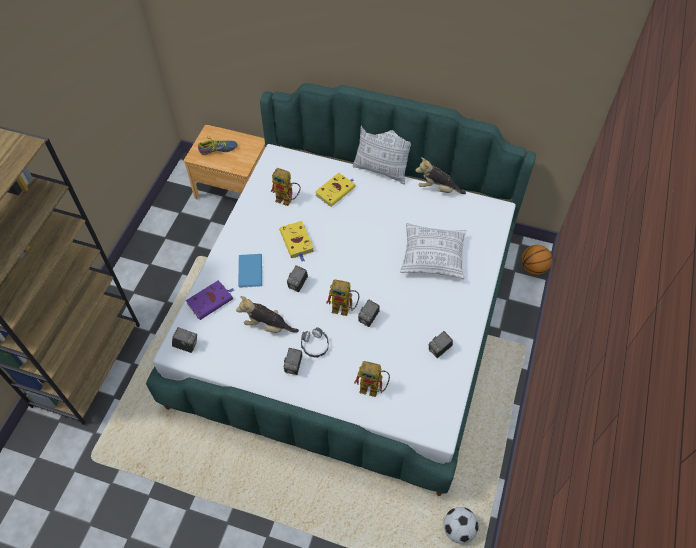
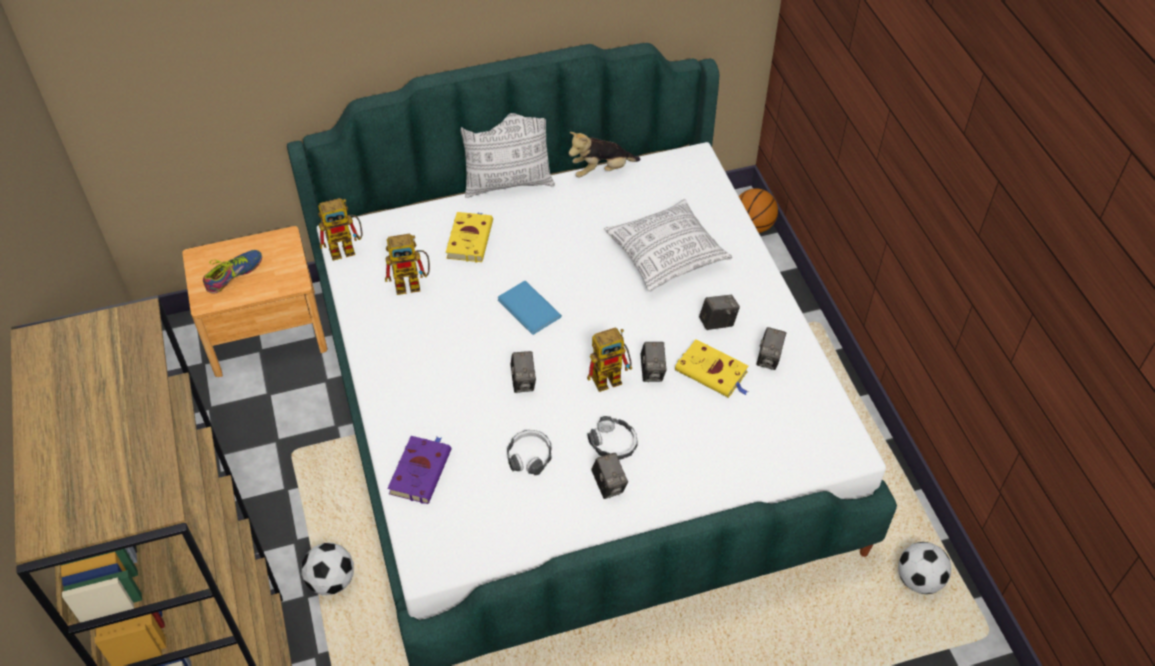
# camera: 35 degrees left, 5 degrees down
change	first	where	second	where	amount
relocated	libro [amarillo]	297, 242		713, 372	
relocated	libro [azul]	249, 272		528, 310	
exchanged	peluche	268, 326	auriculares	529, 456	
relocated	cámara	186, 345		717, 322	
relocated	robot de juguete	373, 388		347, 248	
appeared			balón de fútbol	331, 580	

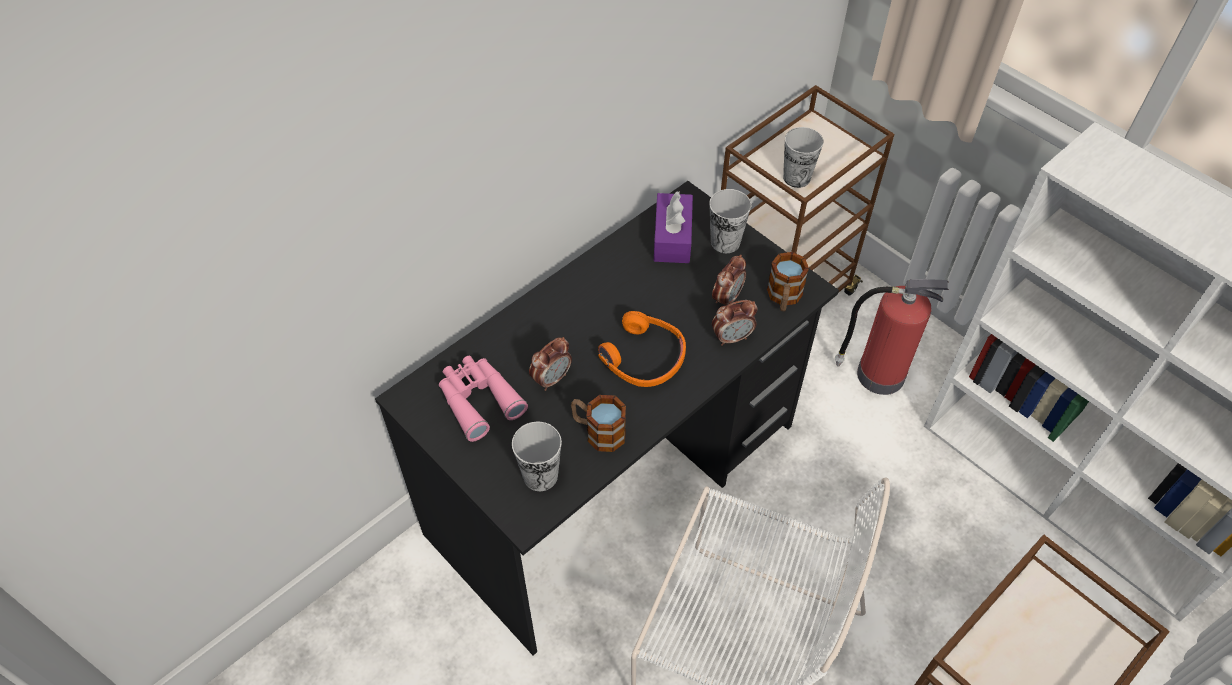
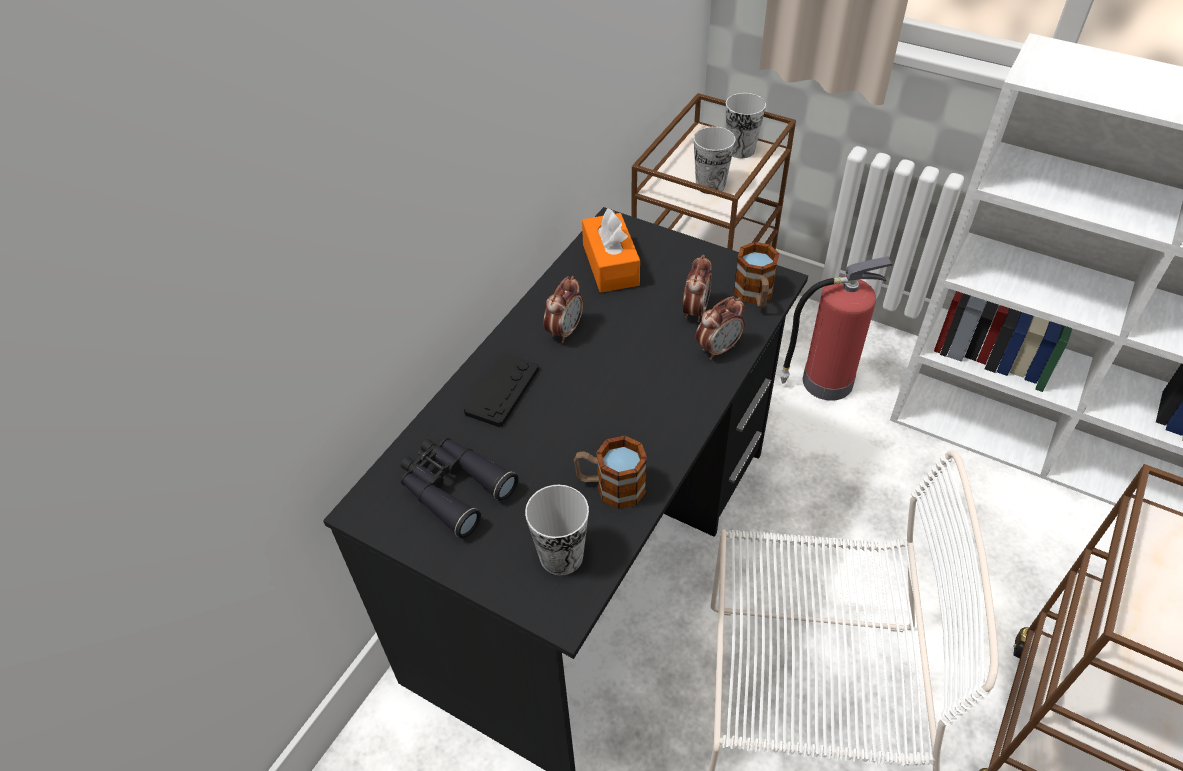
# camera: 15 degrees left, 5 degrees down
change	first	where	second	where	amount
relocated	taza	725, 242		740, 150	
colour	caja de pañuelos [morado]	672, 237	caja de pañuelos [naranja]	610, 264	
missing	auriculares [naranja]	643, 358			
relocated	despertador	552, 379		565, 331	
colour	prismáticos [rosa]	478, 400	prismáticos [negro]	454, 488	
appeared			mando de consola [negro]	502, 391	

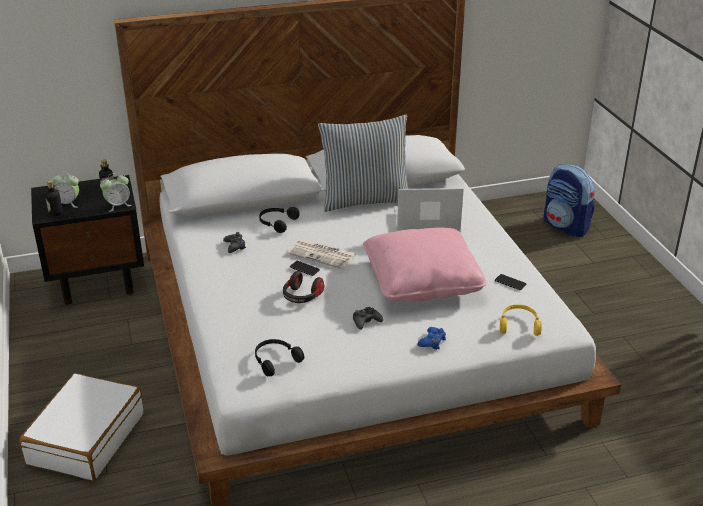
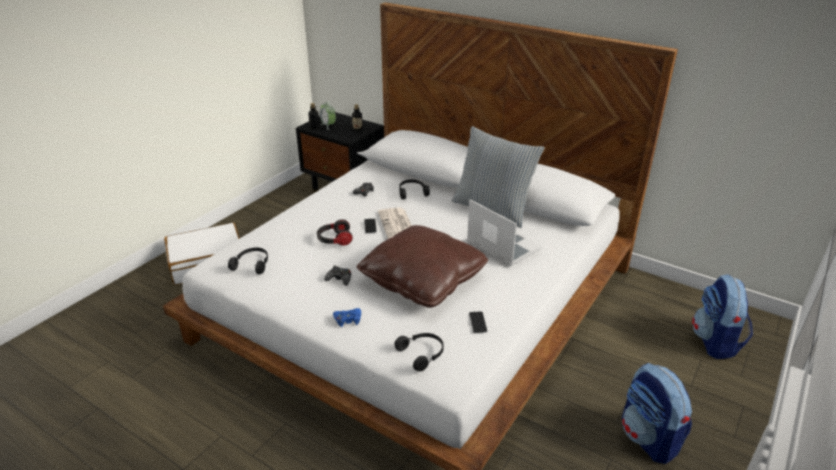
# camera: 50 degrees right, 0 degrees up
change	first	where	second	where	amount
missing	despertador	118, 205			
colour	cojín [rosa]	422, 281	cojín [marrón]	422, 280	
colour	auriculares [amarillo]	519, 324	auriculares [negro]	422, 354	
appeared			mochila	649, 438	

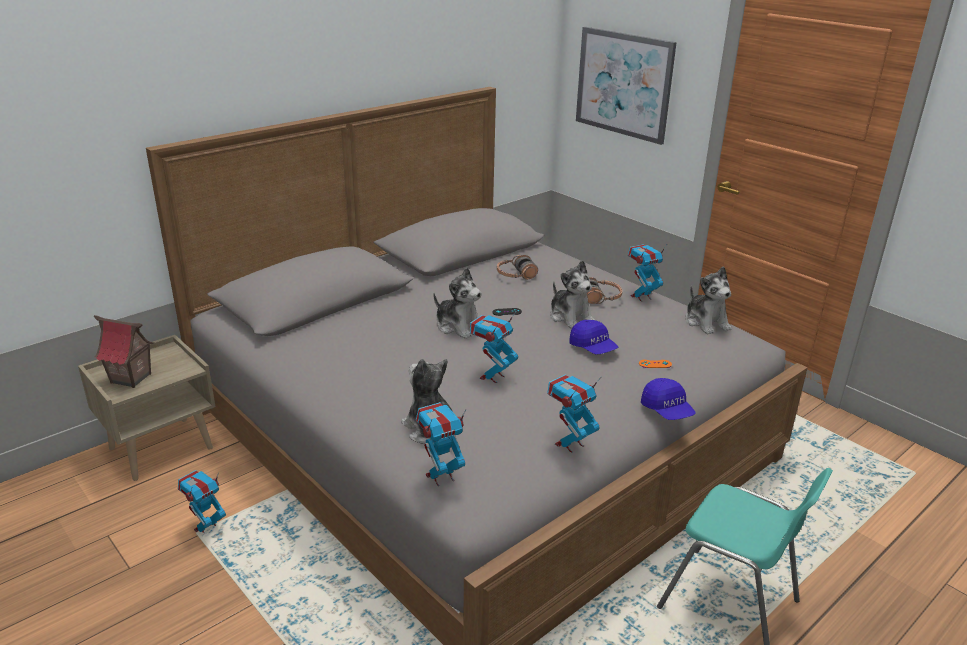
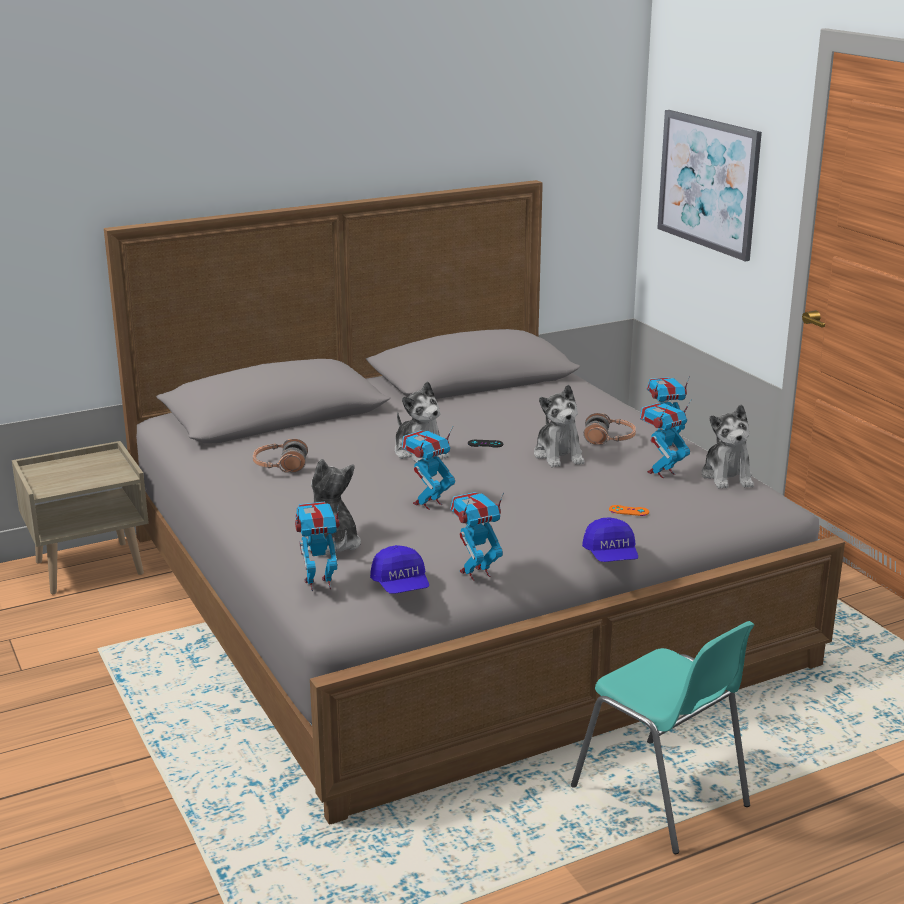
# camera: 15 degrees right, 5 degrees down
change	first	where	second	where	amount
relocated	auriculares	516, 275		280, 466	
missing	casita	130, 378			
relocated	gorra [azul]	593, 348		401, 586	
relocated	robot de juguete	207, 528		661, 472	

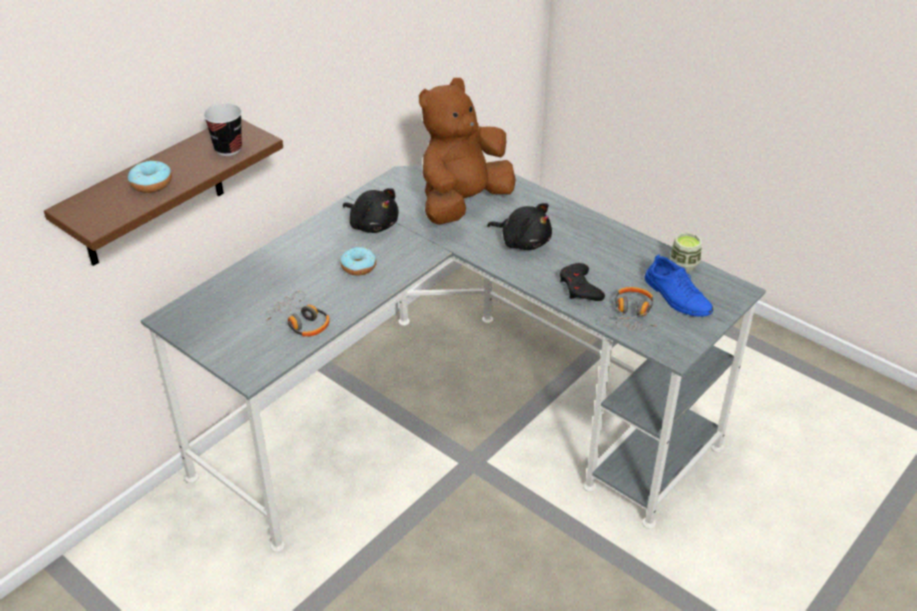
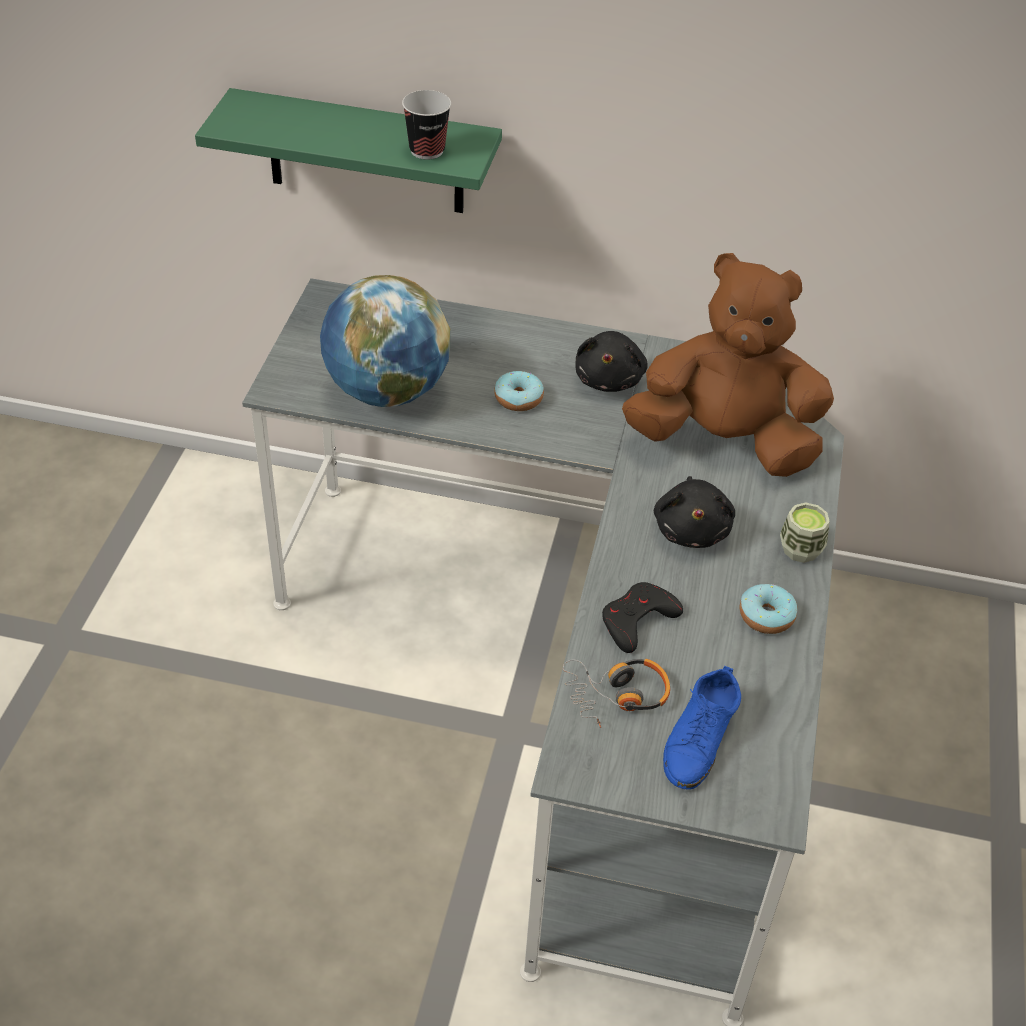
# camera: 60 degrees right, 5 degrees up
change	first	where	second	where	amount
colour	estante [marrón]	152, 194	estante [verde]	366, 153	
relocated	rosquilla	151, 184		766, 616	
relocated	taza	684, 264		800, 549	
exchanged	auriculares	300, 321	globo terráqueo	386, 391	

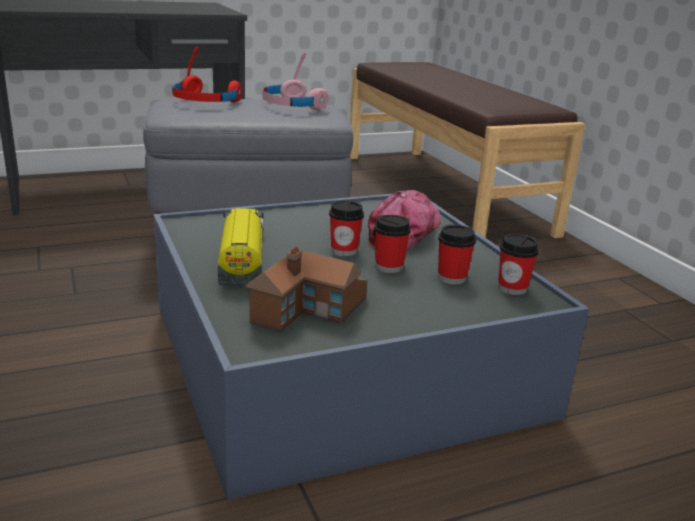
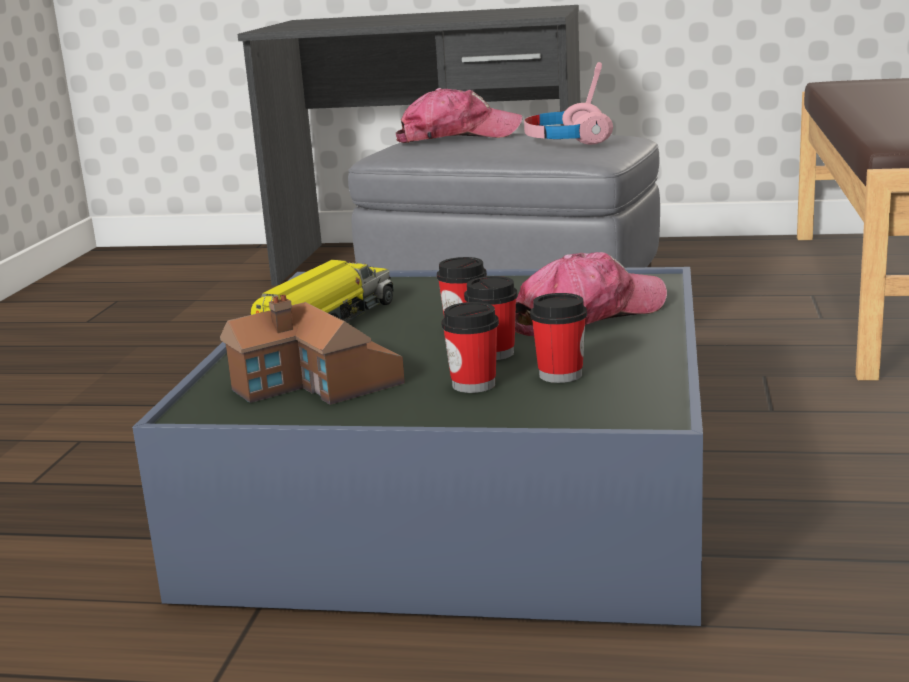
# camera: 35 degrees right, 5 degrees down
change	first	where	second	where	amount
exchanged	auriculares [rojo]	206, 101	gorra	457, 136	
relocated	taza	512, 288		473, 384	

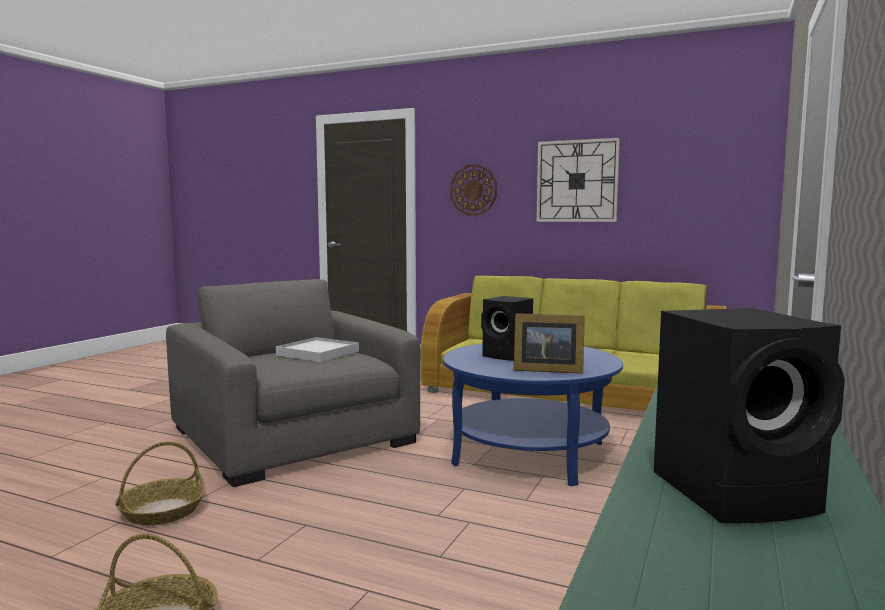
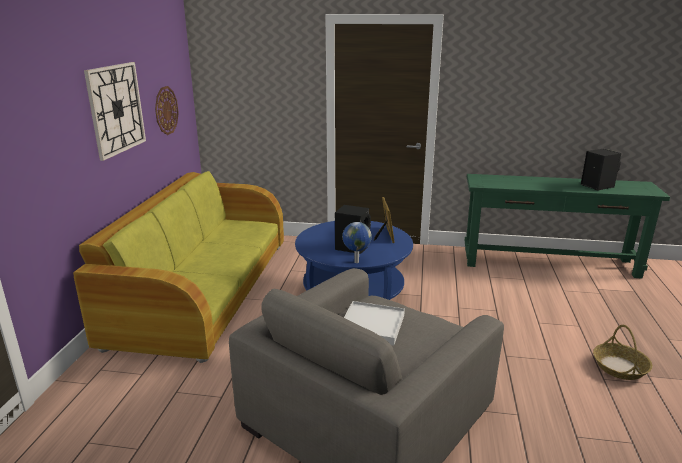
# camera: 105 degrees left, 15 degrees up
change	first	where	second	where	amount
relocated	reloj de pared	473, 190		166, 110	
missing	cesta	162, 511			
appeared			globo terráqueo	356, 262	

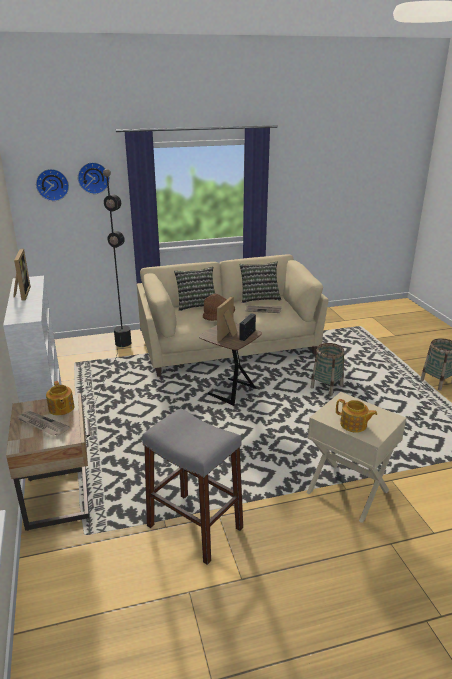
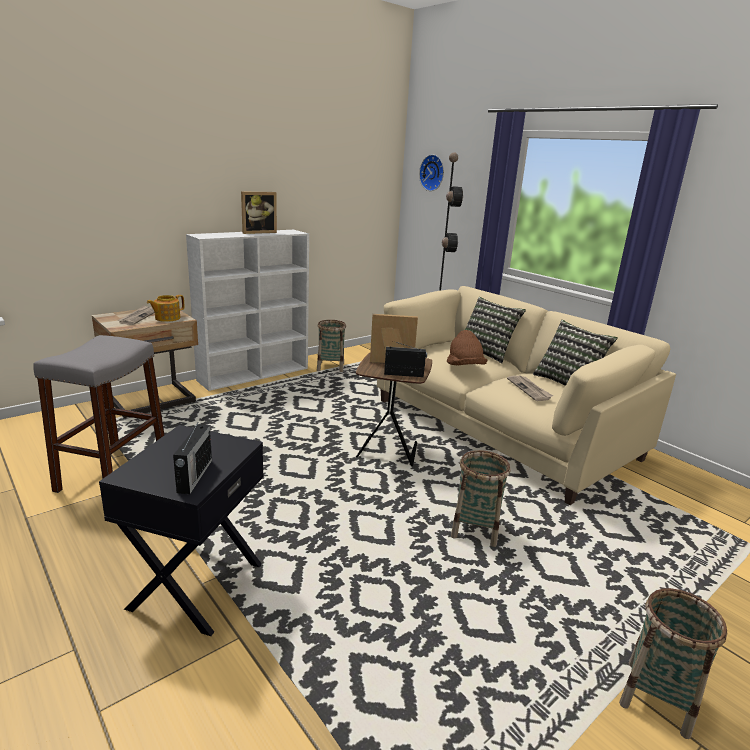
# camera: 65 degrees right, 5 degrees down
change	first	where	second	where	amount
missing	reloj de pared	93, 177			
colour	mesa auxiliar [beis]	347, 492	mesa auxiliar [negro]	195, 585	
missing	tetera	354, 425			
appeared			cesta	330, 367	
appeared			radio	194, 476	

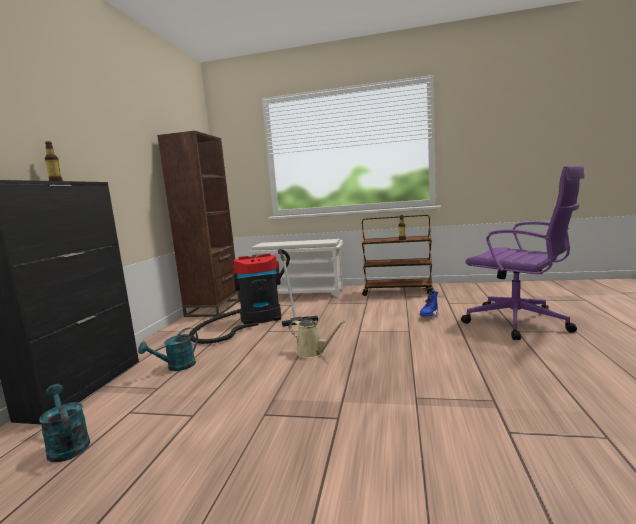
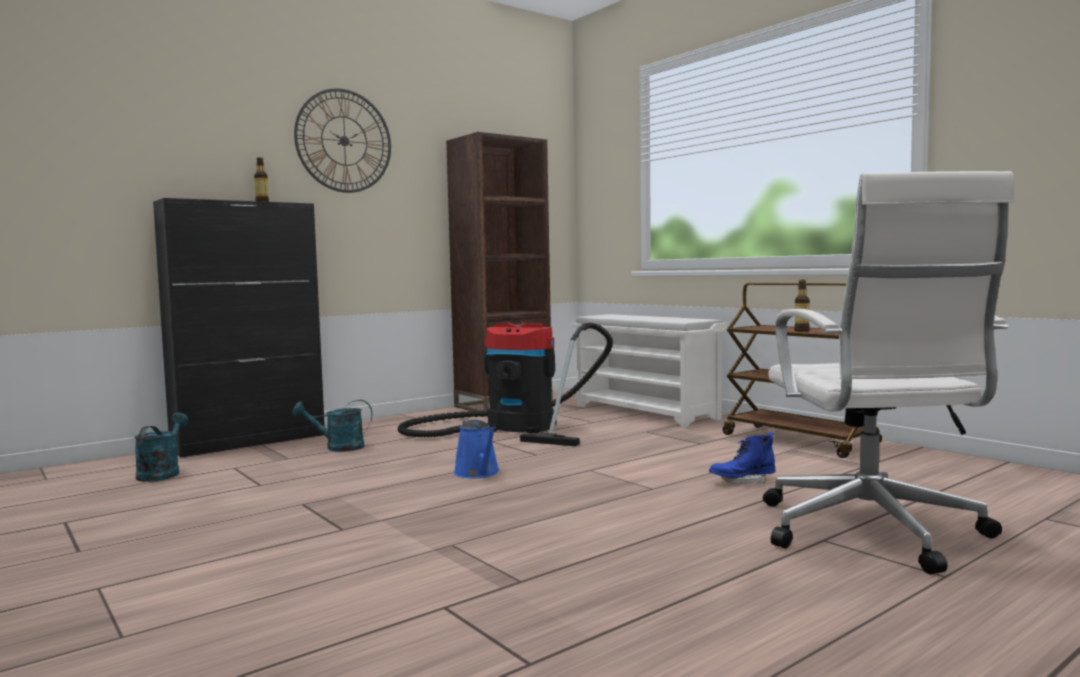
# camera: 40 degrees right, 5 degrees down
change	first	where	second	where	amount
colour	silla de oficina [morado]	519, 323	silla de oficina [blanco]	871, 533	
colour	regadera [beis]	313, 352	regadera [azul]	478, 473	
appeared			reloj de pared	344, 141	

